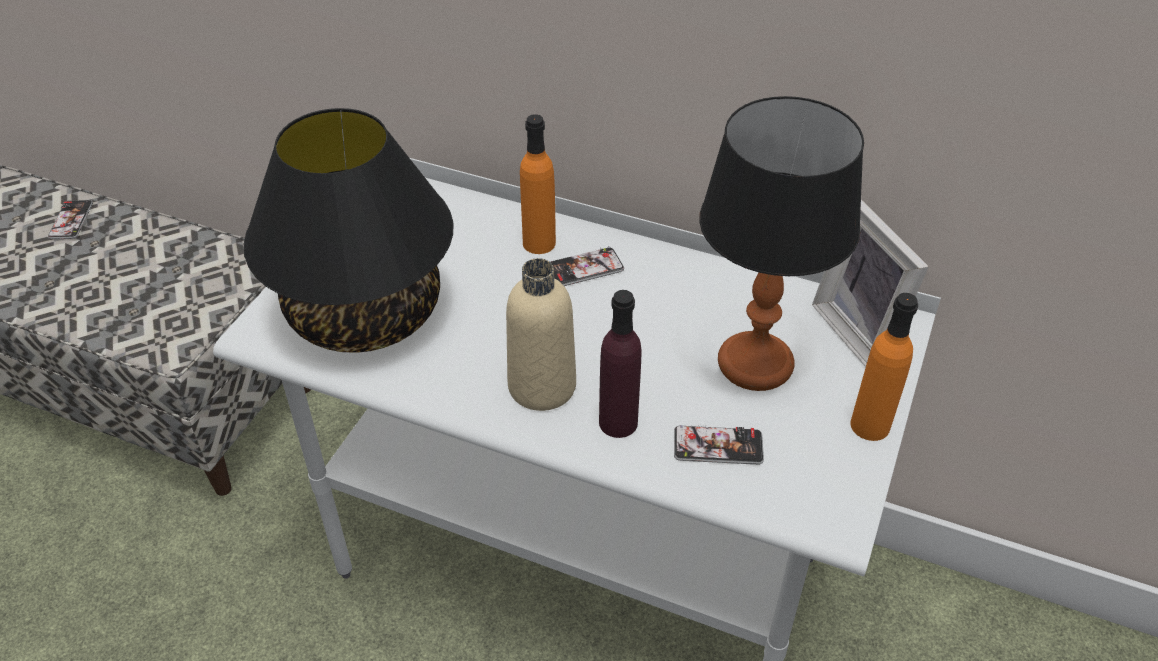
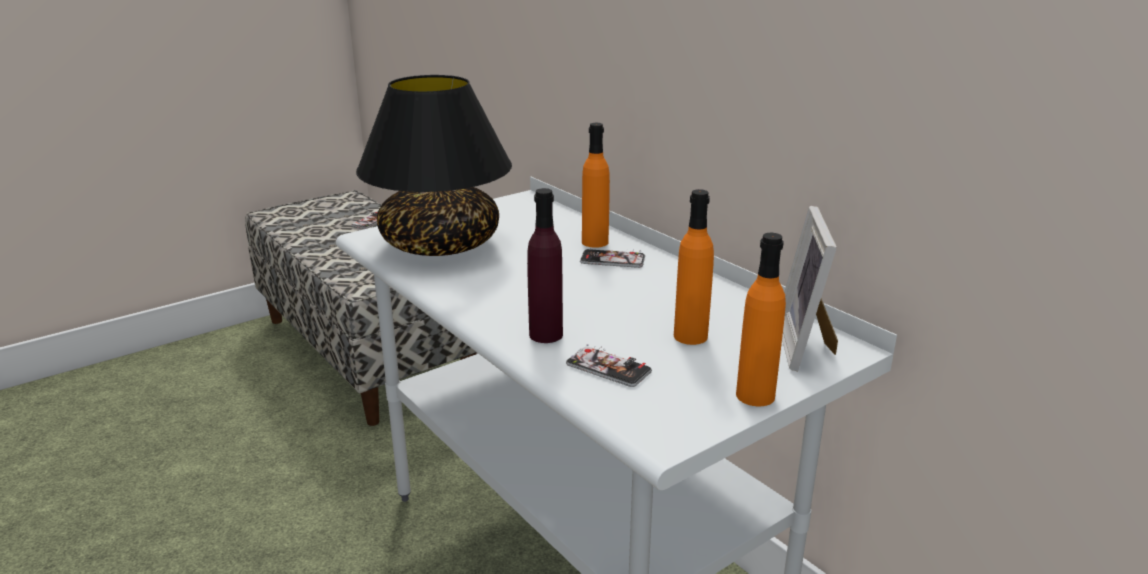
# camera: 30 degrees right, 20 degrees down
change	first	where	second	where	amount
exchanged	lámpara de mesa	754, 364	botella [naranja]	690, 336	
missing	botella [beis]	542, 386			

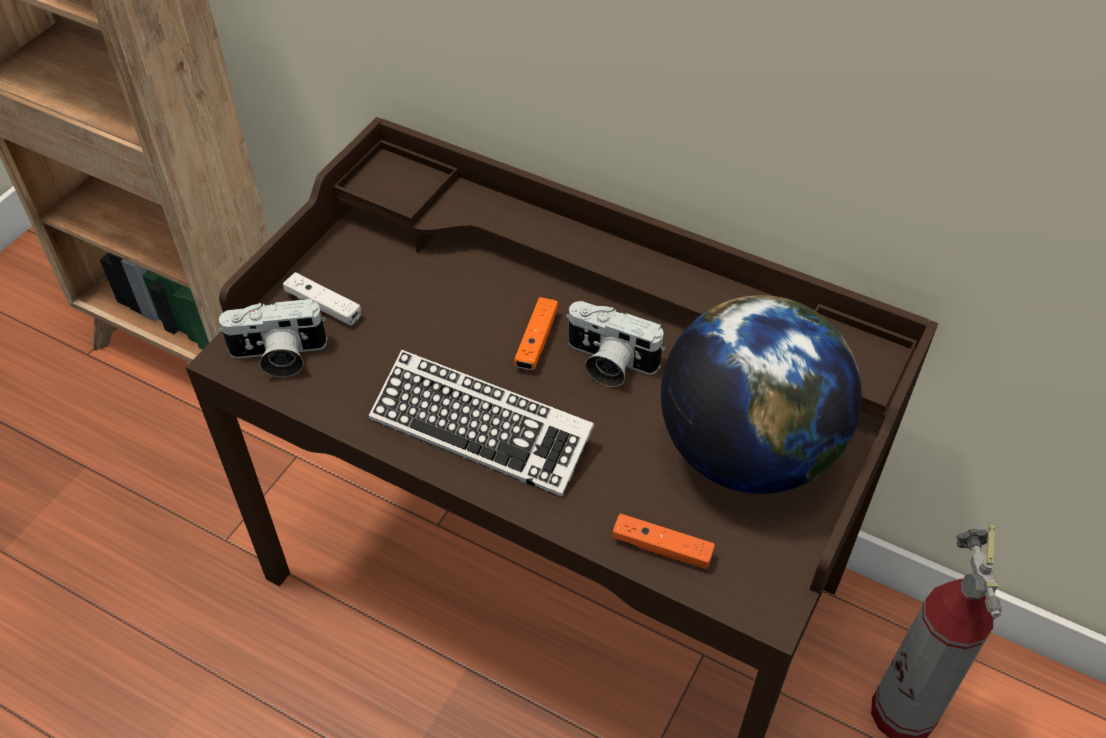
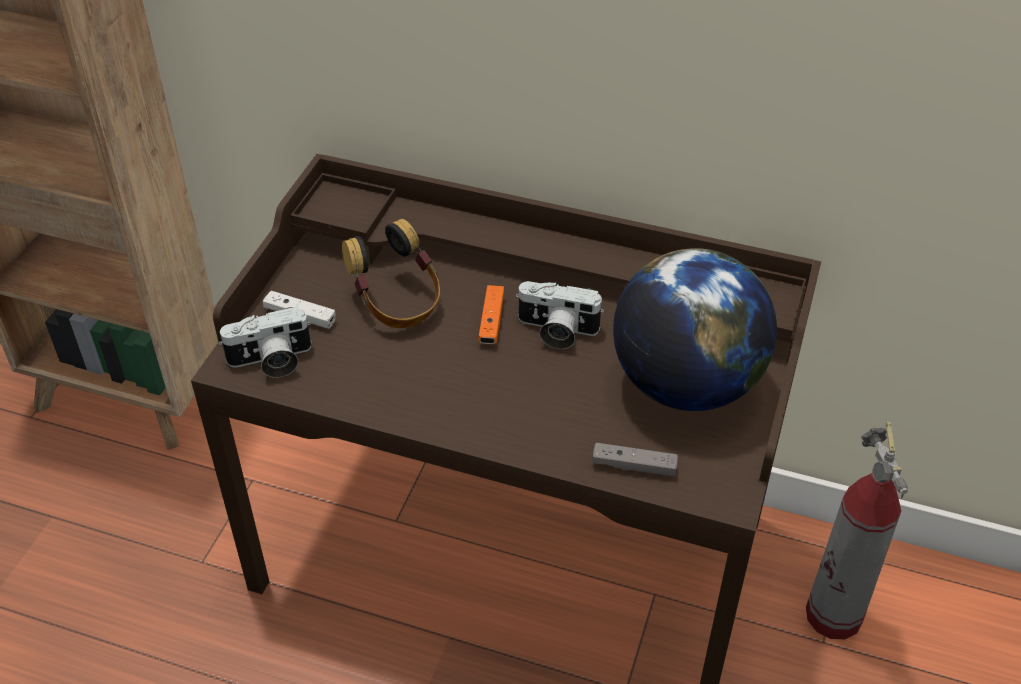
# camera: 10 degrees left, 5 degrees down
change	first	where	second	where	amount
missing	teclado	481, 430			
colour	mando de consola [naranja]	662, 548	mando de consola [gris]	634, 466	
appeared			auriculares	397, 303	

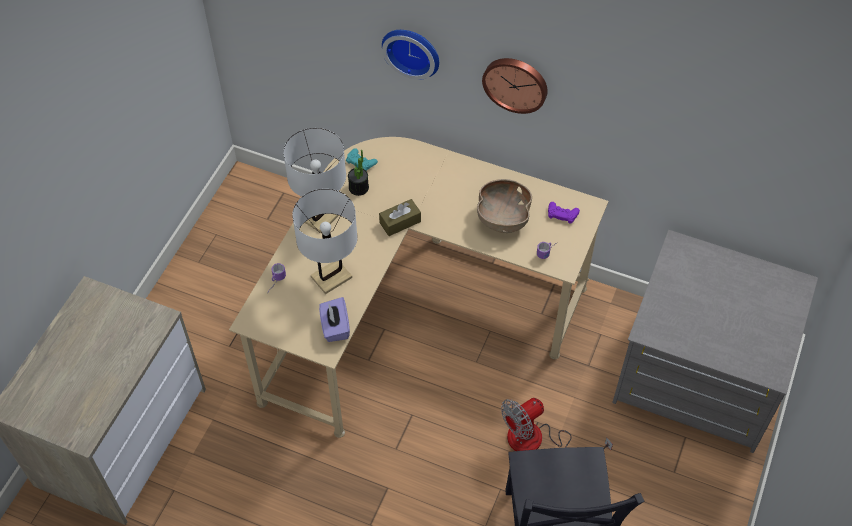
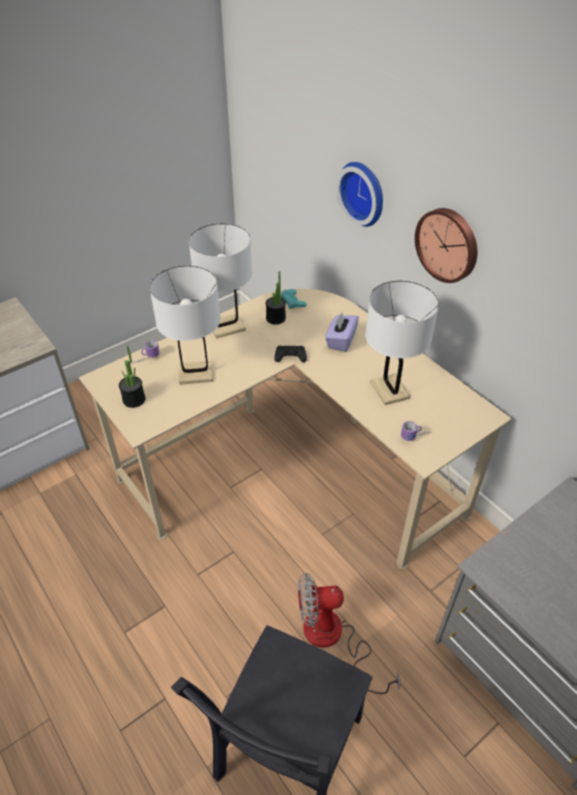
# camera: 30 degrees right, 10 degrees down
change	first	where	second	where	amount
exchanged	cuenco [marrón]	502, 218	lámpara de mesa [blanco]	389, 390	
exchanged	caja de pañuelos [marrón]	400, 222	mando de consola [negro]	290, 356	
missing	mando de consola [morado]	562, 214			
relocated	caja de pañuelos [morado]	335, 327		341, 341	
appeared			planta en maceta	134, 399	

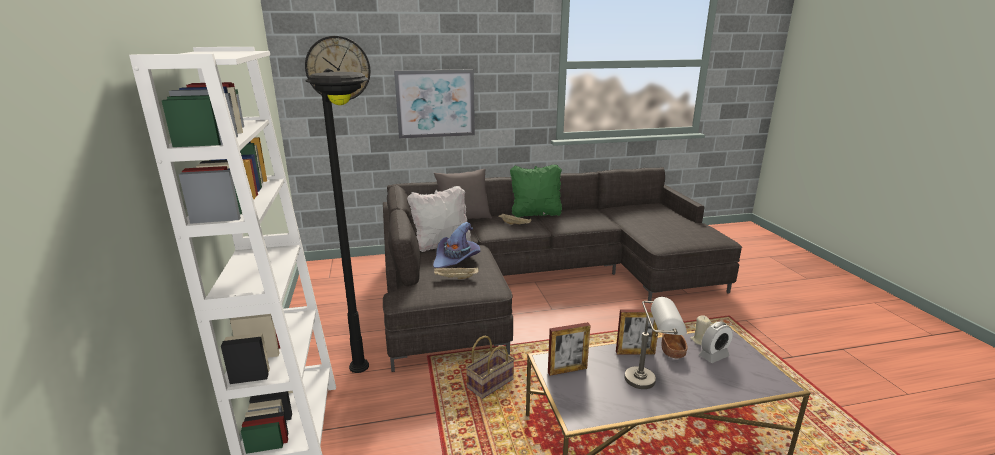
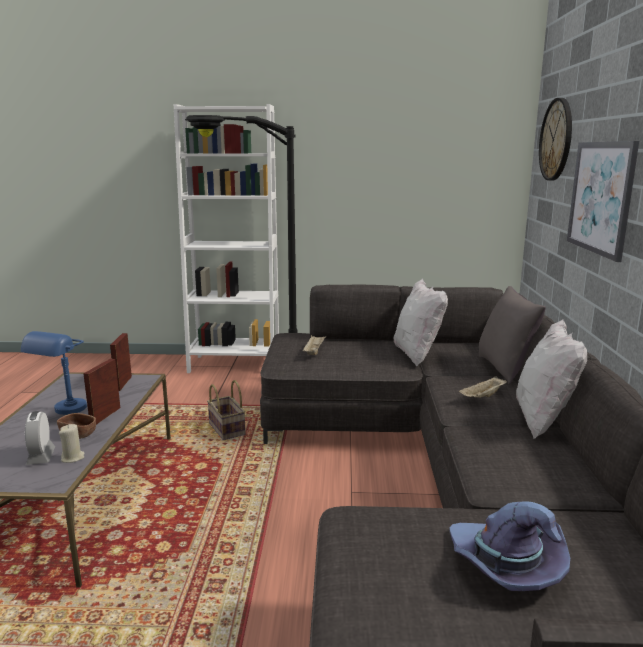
# camera: 105 degrees right, 5 degrees down
change	first	where	second	where	amount
colour	cojín [verde]	535, 214	cojín [blanco]	543, 421	
relocated	sombrero [morado]	457, 259		504, 566	
colour	lámpara de mesa [gris]	650, 379	lámpara de mesa [azul]	64, 412	

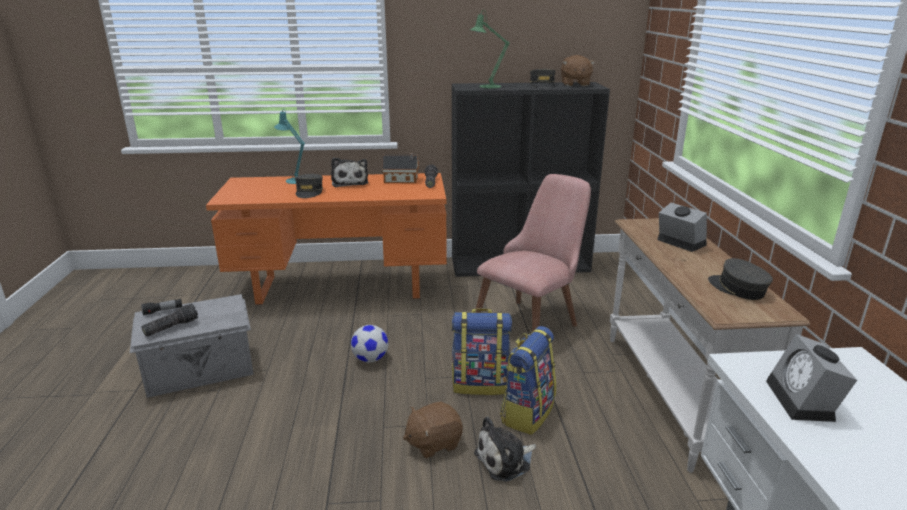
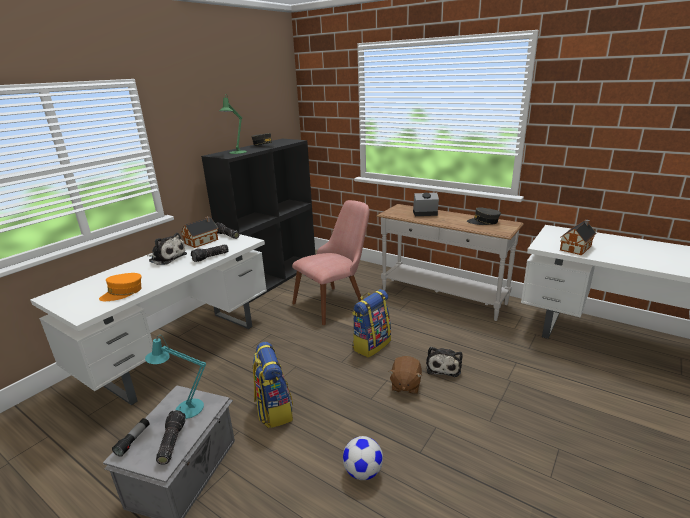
# camera: 50 degrees left, 0 degrees up
change	first	where	second	where	amount
missing	peluche [marrón]	575, 84			
relocated	lámpara de mesa [turquesa]	294, 180		185, 409	
colour	escritorio [naranja]	341, 287	escritorio [blanco]	181, 351	
missing	gorra [gris]	309, 192			
spun	silla [rosa]	532, 321		335, 301	60 degrees clockwise
relocated	balón de fútbol	370, 359		363, 472	
relocated	mochila	527, 413		274, 410	
exchanged	despertador	804, 402	casita	576, 247	
appeared			linterna	211, 257	
appeared			gorra [naranja]	123, 293	

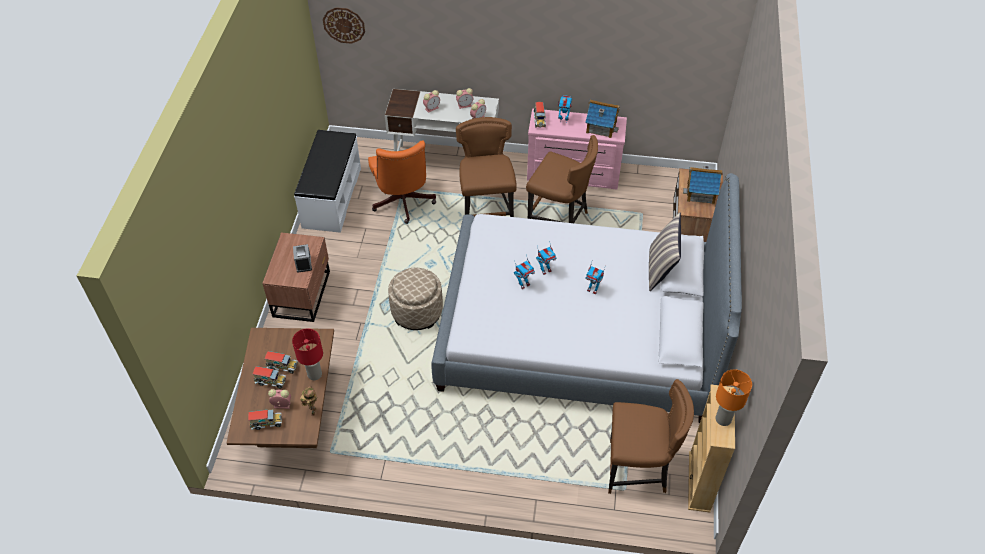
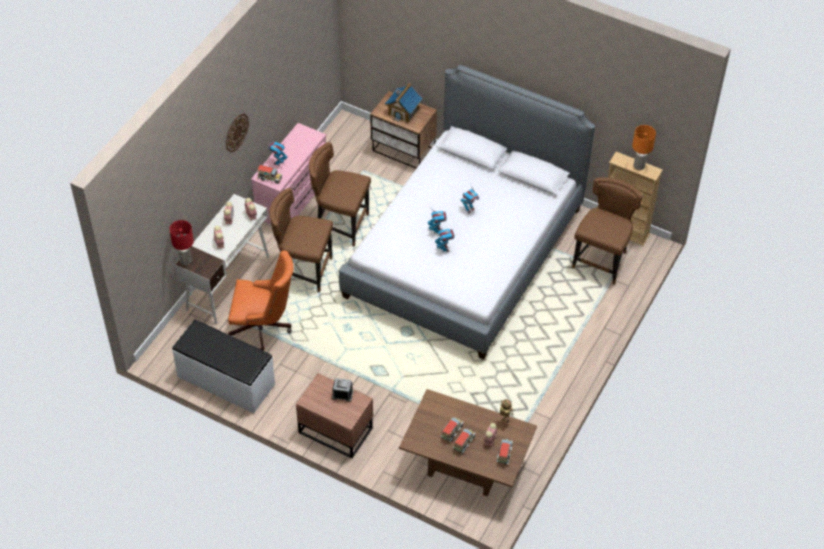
# camera: 70 degrees left, 0 degrees up
change	first	where	second	where	amount
relocated	reloj de pared	344, 25		236, 132	
missing	casita	601, 126			
spun	silla [marrón]	559, 218		340, 225	120 degrees counterclockwise
missing	cojín	661, 269			
missing	puf [beis]	417, 312			
relocated	lámpara de mesa [rojo]	314, 375		186, 261	

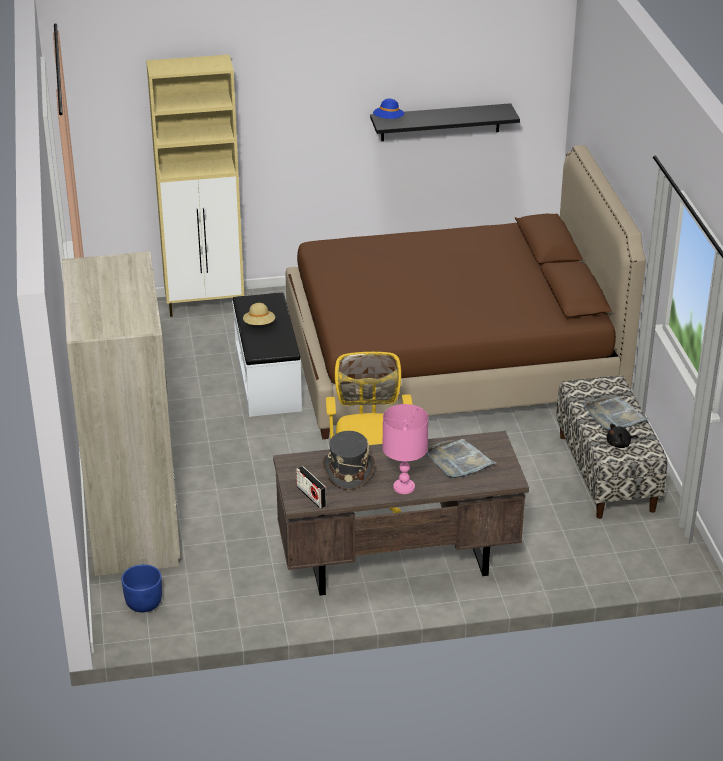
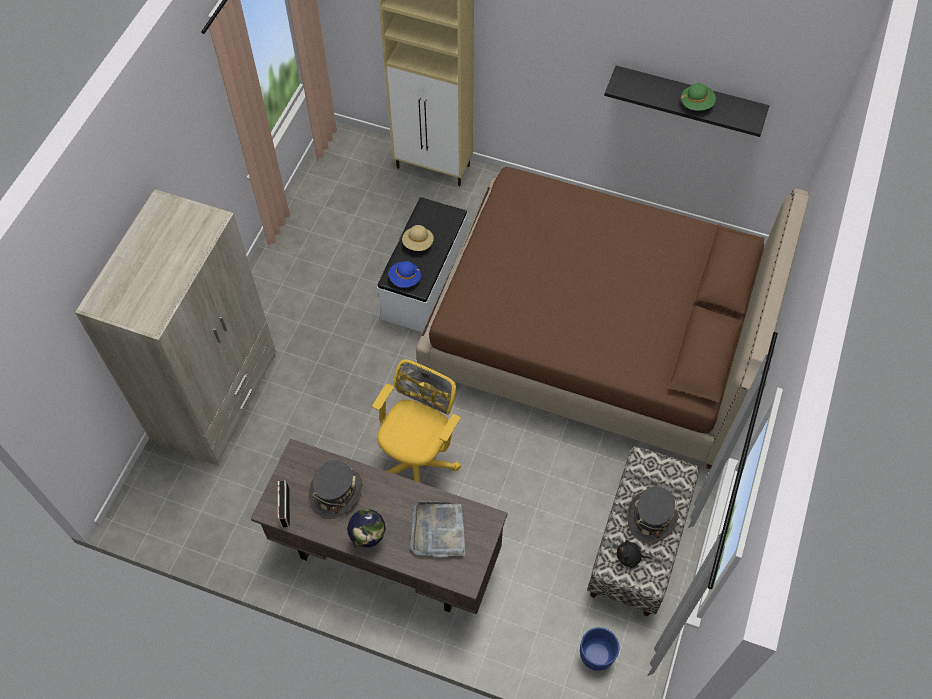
# camera: 30 degrees right, 25 degrees up
change	first	where	second	where	amount
relocated	sombrero [azul]	388, 120		405, 279	
exchanged	bandeja [gris]	614, 416	sombrero [gris]	651, 517	
exchanged	lámpara de mesa [rosa]	404, 487	globo terráqueo	368, 538	
relocated	maceta [azul]	143, 603		596, 654	
appeared			sombrero [verde]	696, 103	

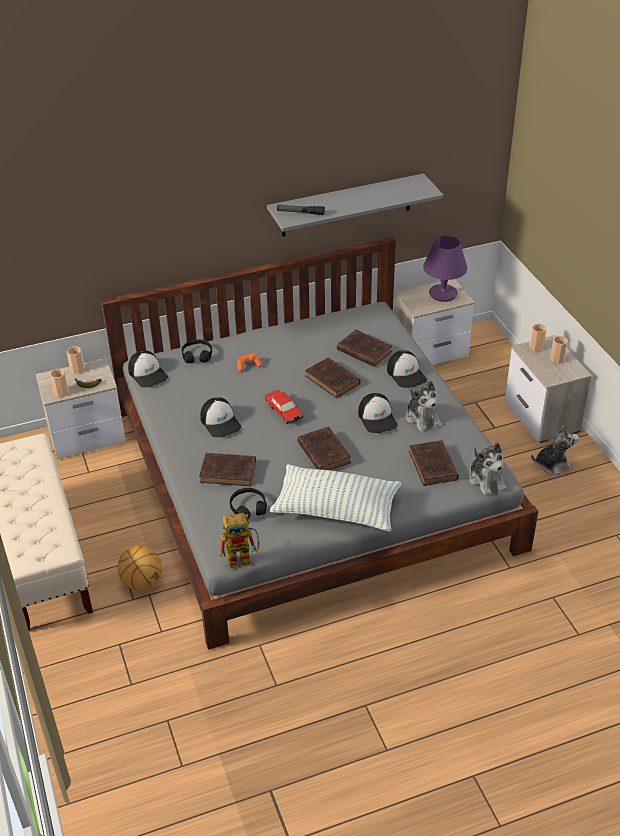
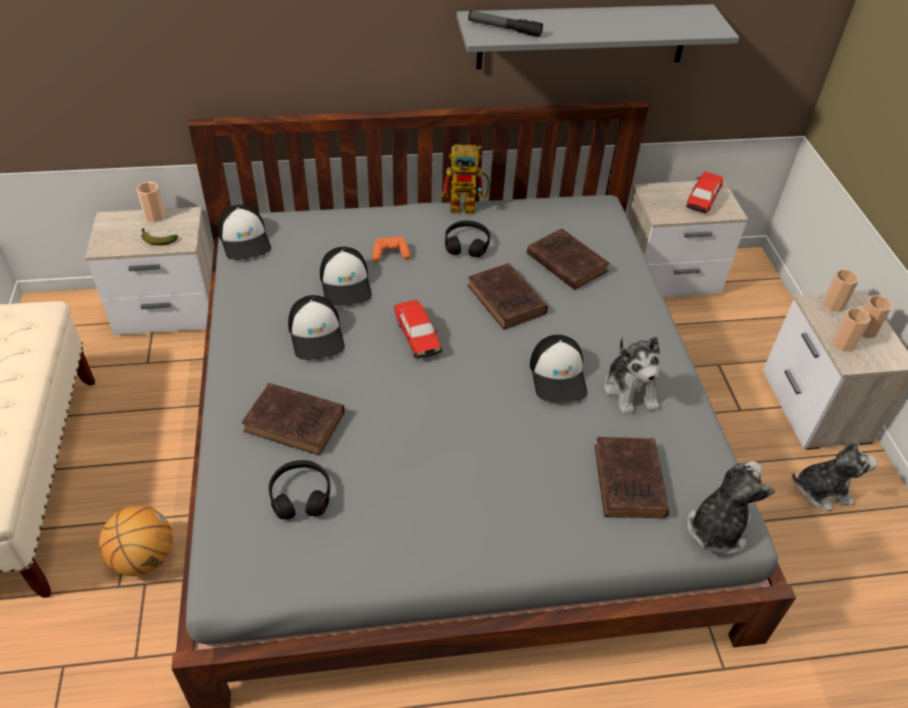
# camera: 10 degrees right, 5 degrees up
change	first	where	second	where	amount
exchanged	lámpara de mesa [morado]	442, 294	coche de juguete	703, 199	
relocated	auriculares [negro]	197, 355		467, 244	
relocated	gorra	406, 374		346, 284	
relocated	taza	61, 392		843, 343	
missing	libro [marrón]	323, 452			
spun	peluche	486, 480		716, 528	135 degrees counterclockwise
missing	cojín	336, 509			
relocated	robot de juguete	243, 558		468, 207	

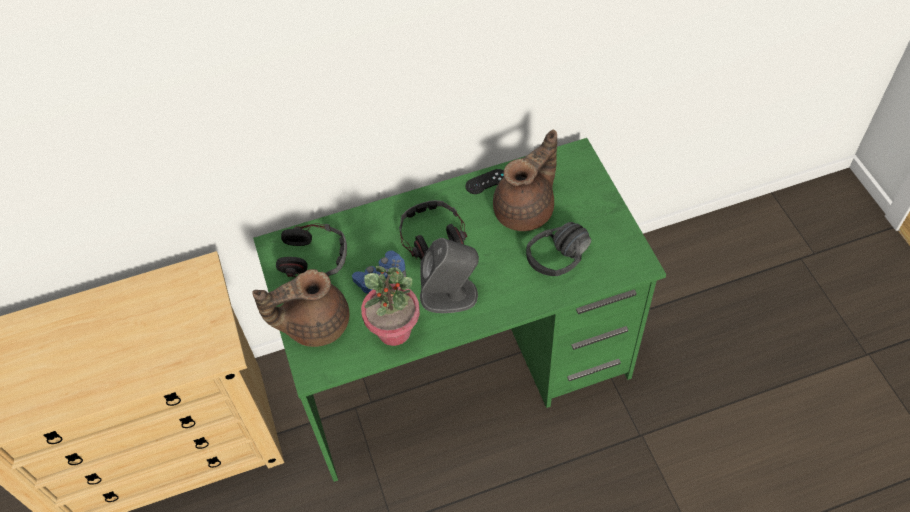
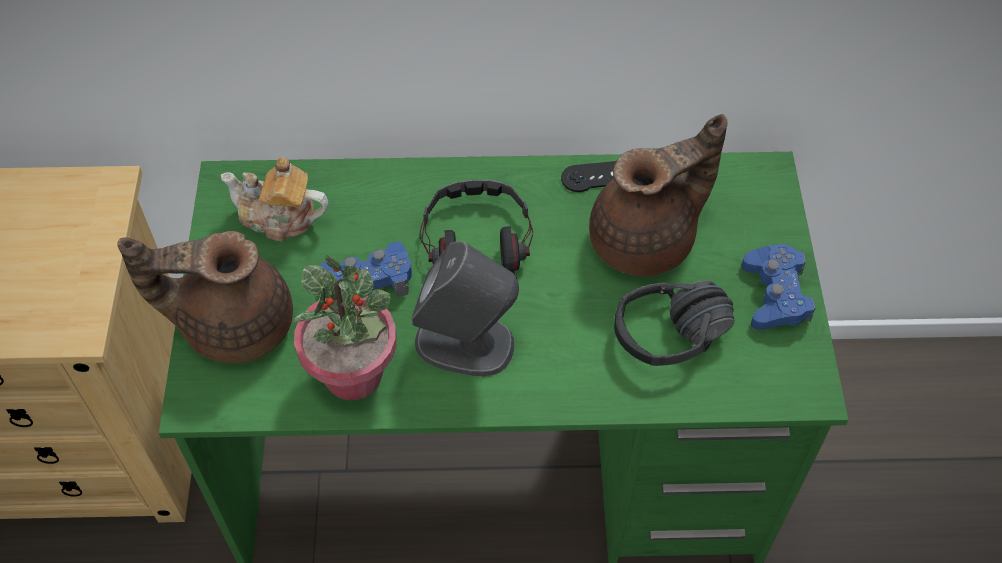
# camera: 15 degrees right, 0 degrees up
change	first	where	second	where	amount
exchanged	auriculares	314, 257	tetera	279, 218	
appeared			mando de consola [azul]	775, 294	

